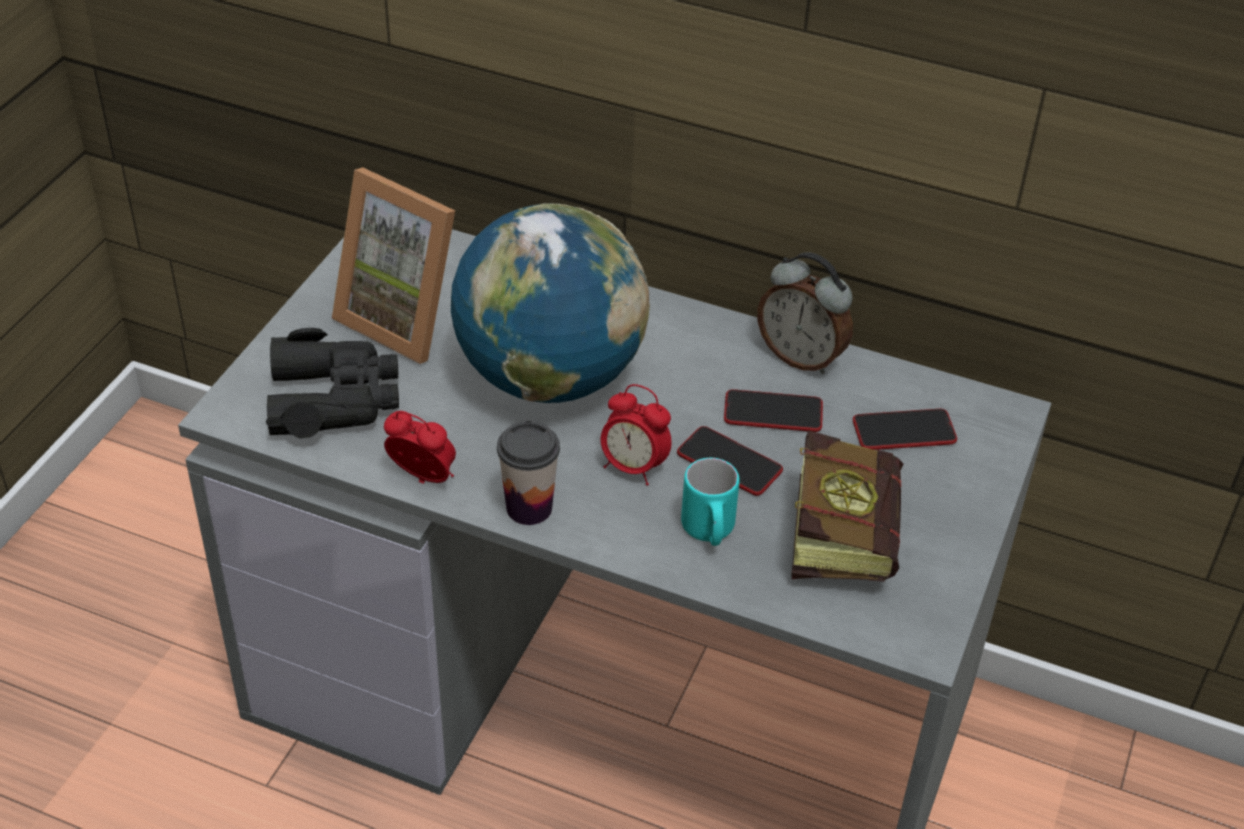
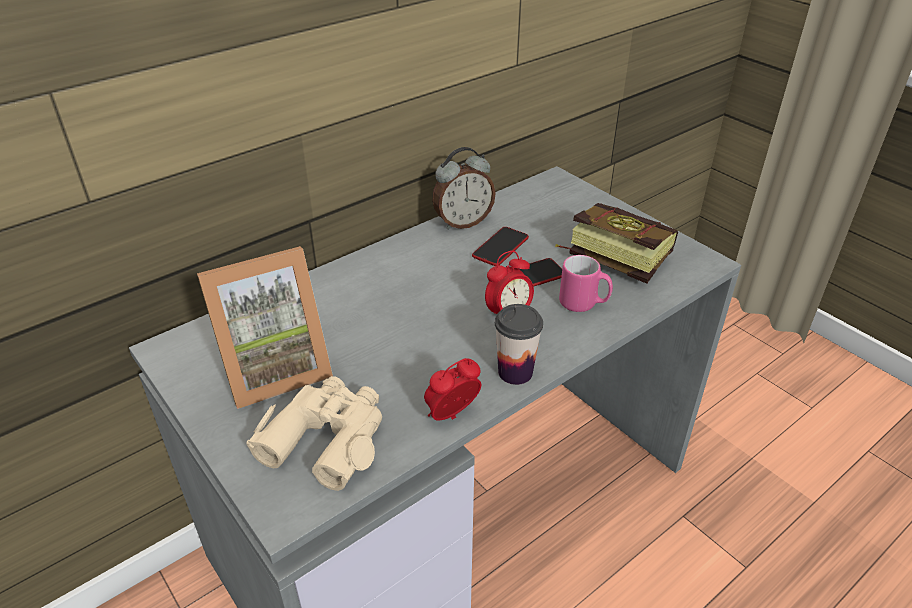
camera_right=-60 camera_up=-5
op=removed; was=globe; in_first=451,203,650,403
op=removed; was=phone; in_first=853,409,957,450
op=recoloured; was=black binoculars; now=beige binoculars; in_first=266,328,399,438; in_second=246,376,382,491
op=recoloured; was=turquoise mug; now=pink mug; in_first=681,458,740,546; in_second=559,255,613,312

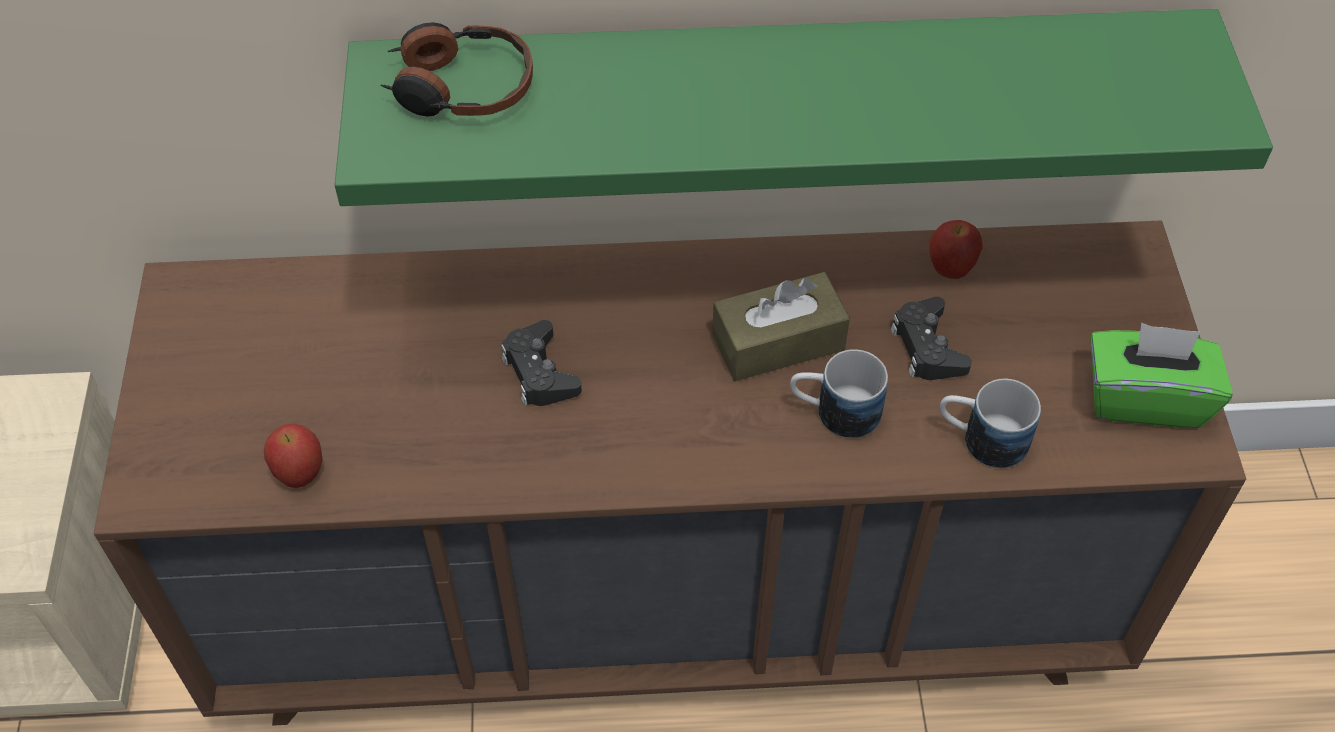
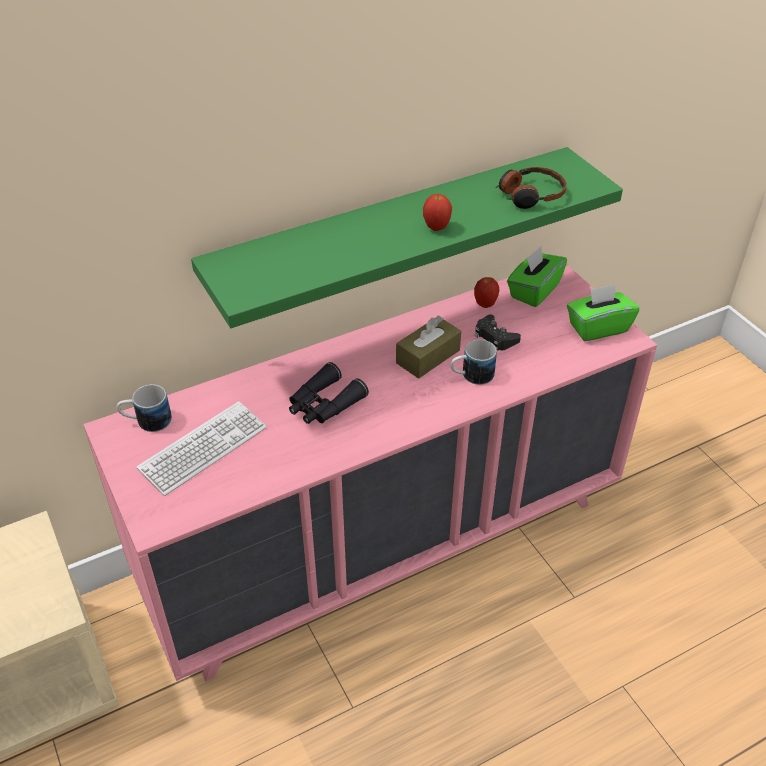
camera_right=-25 camera_up=-10
op=added; now=keyboard; in_second=137,401,267,496
op=added; now=green tissue box; in_second=507,246,567,307
op=moved; was=apple; in_first=264,423,323,488; in_second=423,194,452,231
op=moved; was=headphones; in_first=381,22,533,117; in_second=495,167,567,209
op=moved; was=mug; in_first=940,378,1041,468; in_second=117,384,172,432
op=replaced; was=black game controller; now=black binoculars; in_first=501,320,582,406; in_second=289,362,369,424
op=recoloured; was=brown dresser; now=pink dresser; in_first=94,221,1246,726; in_second=84,264,657,681

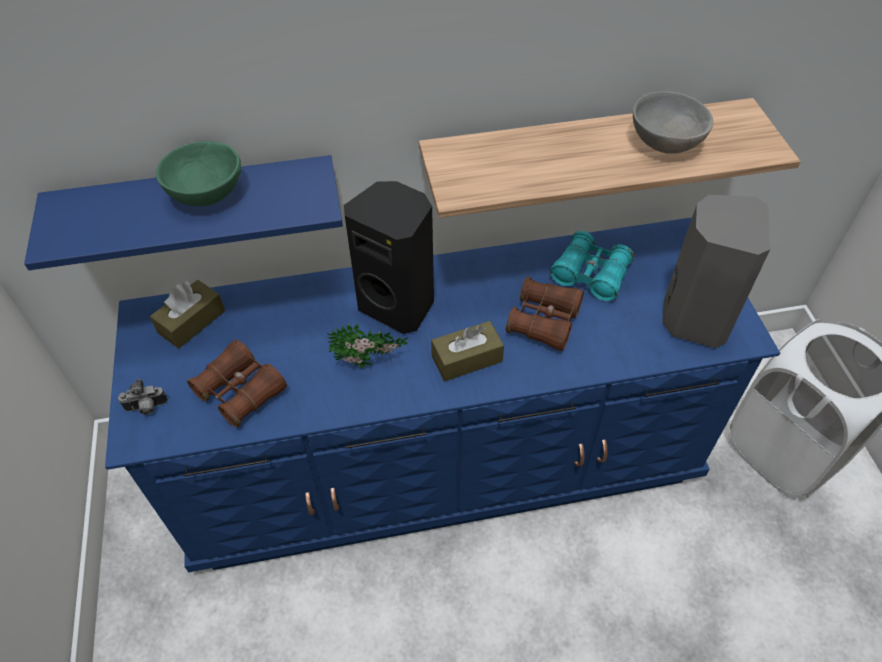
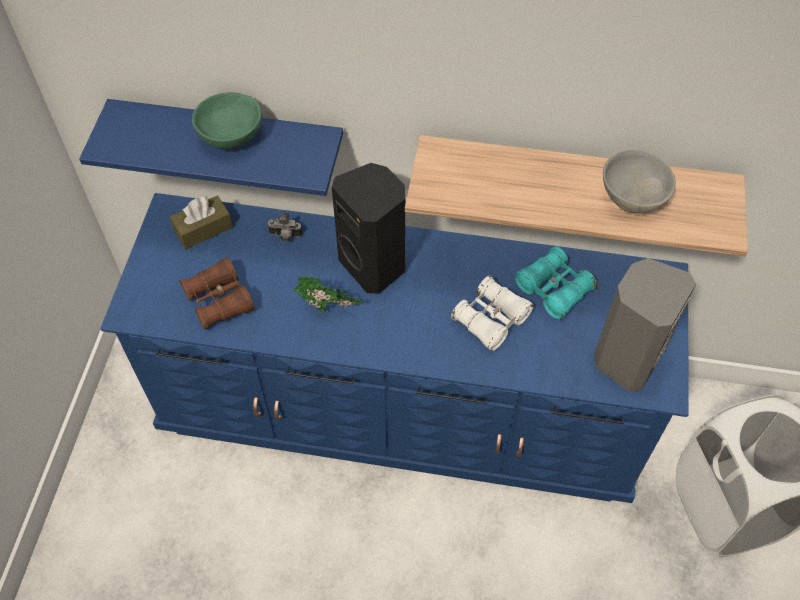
camera_right=20 camera_up=5
op=removed; was=brown tissue box; in_first=431,321,504,381
op=moved; was=photo camera; in_first=118,379,168,415; in_second=267,212,302,242
op=recoloured; was=brown binoculars; now=white binoculars; in_first=506,277,584,351; in_second=451,275,534,351

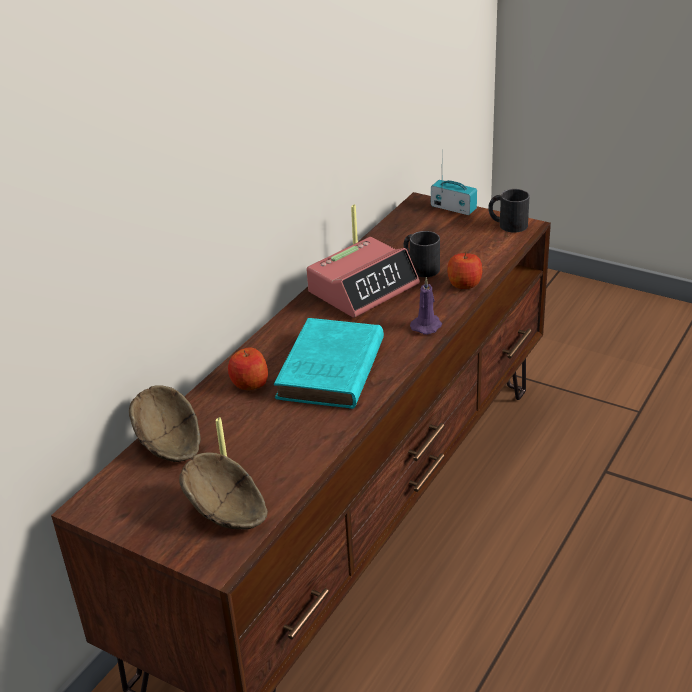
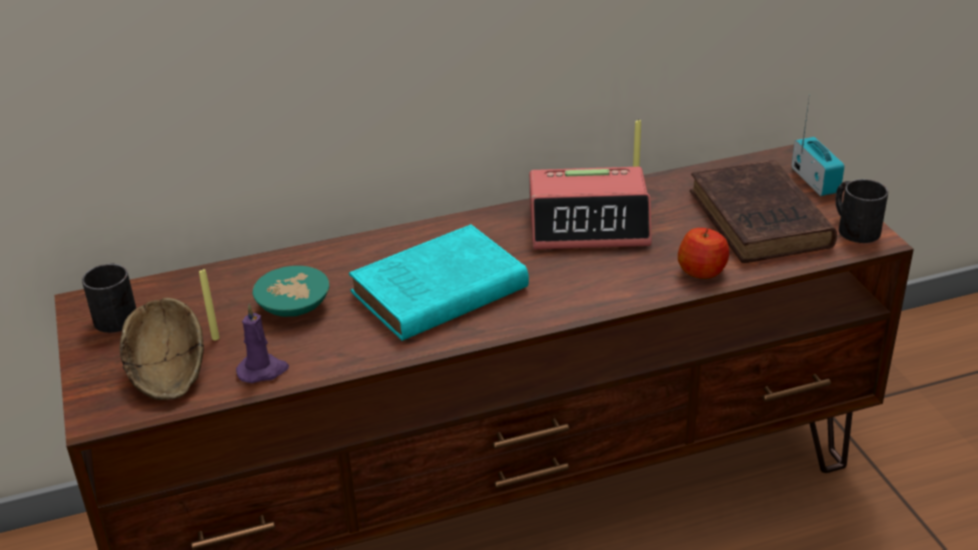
camera_right=40 camera_up=0
op=removed; was=brown bowl; in_first=129,385,201,462
op=removed; was=apple; in_first=228,347,268,390
op=added; now=turquoise bowl; in_second=253,266,329,317
op=added; now=brown book; in_second=690,160,837,263
op=moved; was=black mug; in_first=404,231,440,277; in_second=82,263,136,333
op=moved; was=purple candle; in_first=410,277,442,335; in_second=236,304,289,383

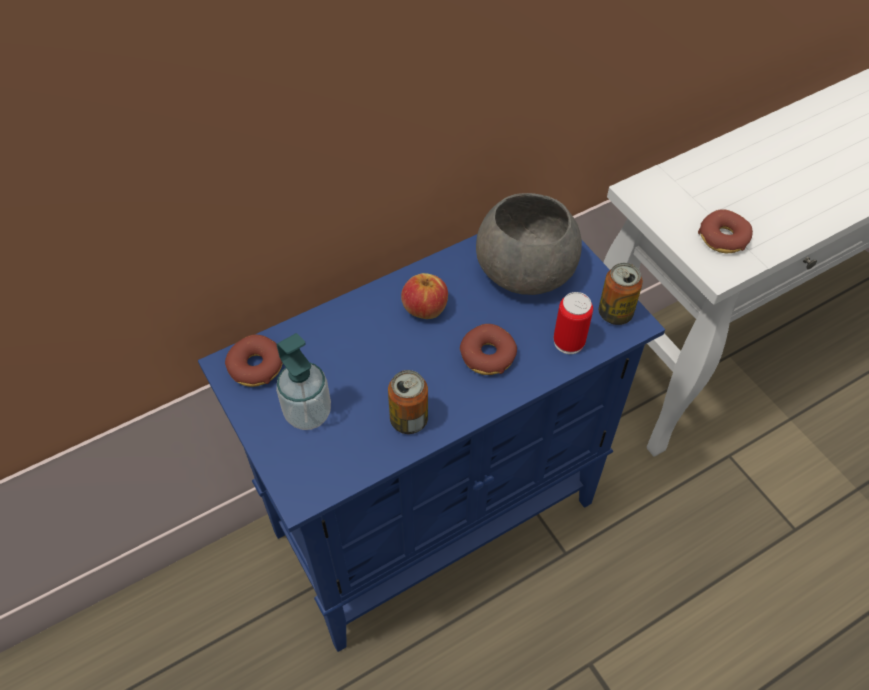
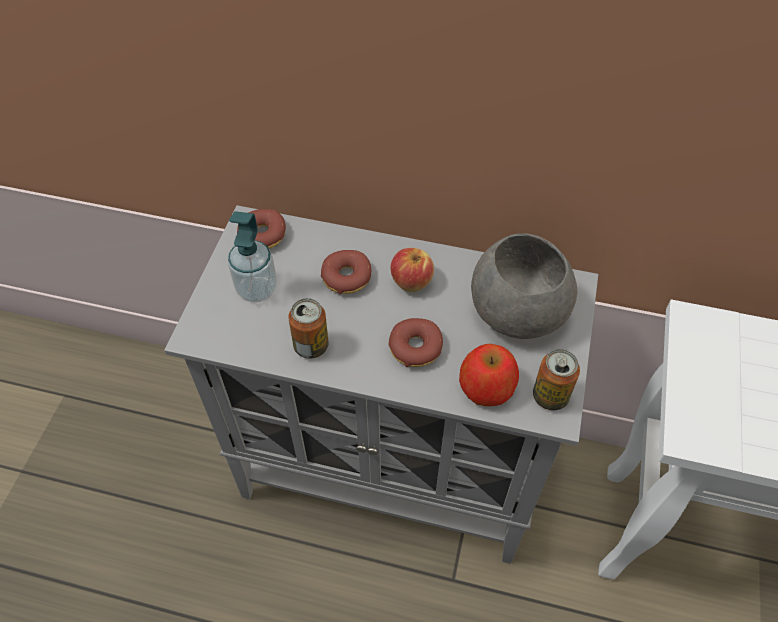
camera_right=45 camera_up=0
op=moved; was=donut; in_first=698,209,753,254; in_second=321,250,371,294
op=replaced; was=can; now=apple; in_first=553,292,593,354; in_second=459,344,519,406
op=recoloured; was=blue cabinet; now=grey cabinet; in_first=198,234,665,652; in_second=164,205,598,564

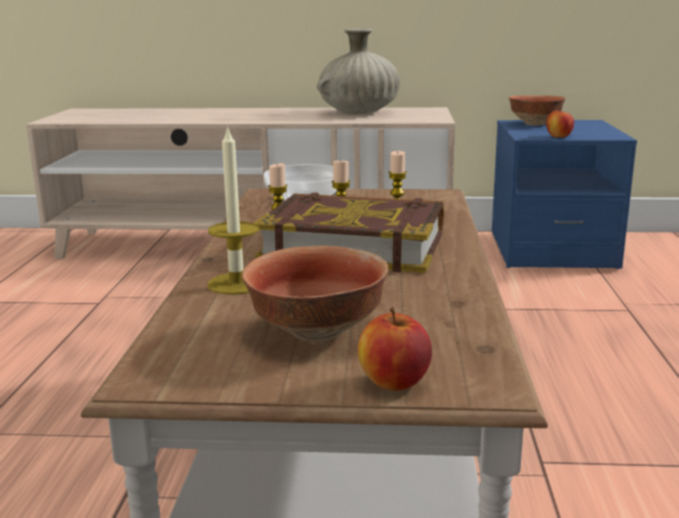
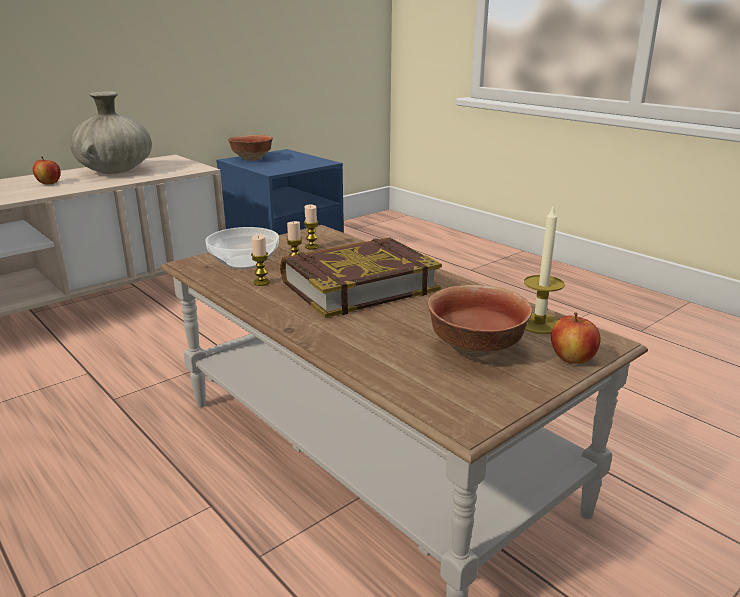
camera_right=-45 camera_up=5
op=moved; was=candle; in_first=207,125,259,295; in_second=524,204,565,334
op=moved; was=apple; in_first=546,107,574,138; in_second=33,156,61,185

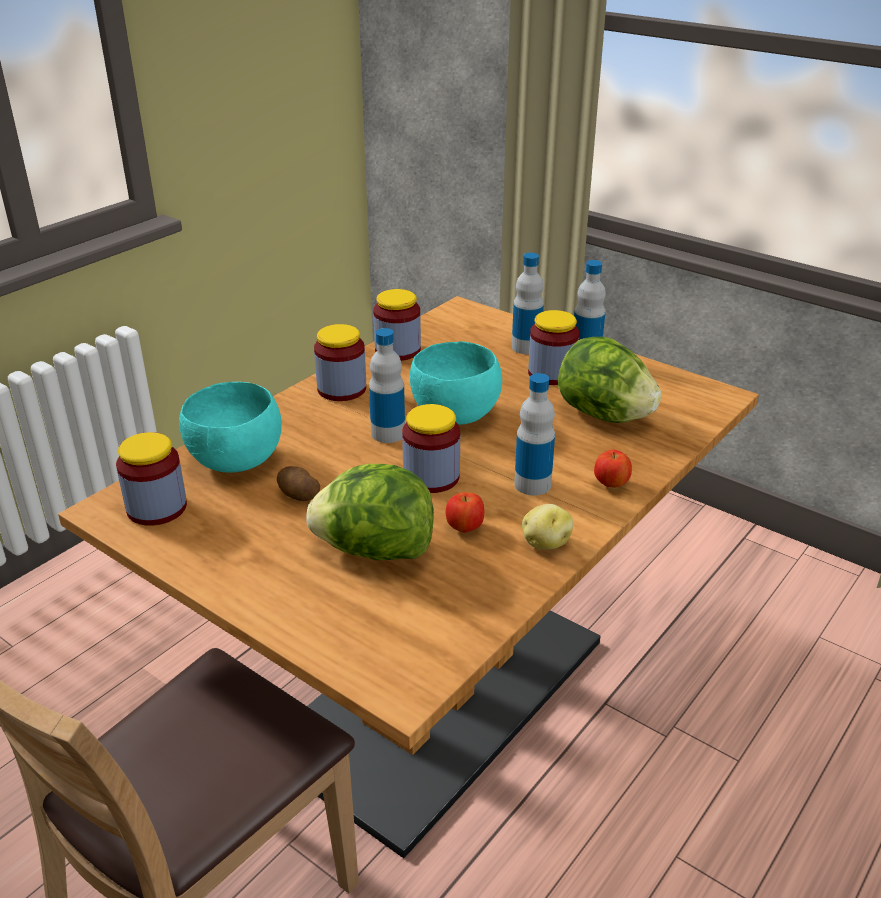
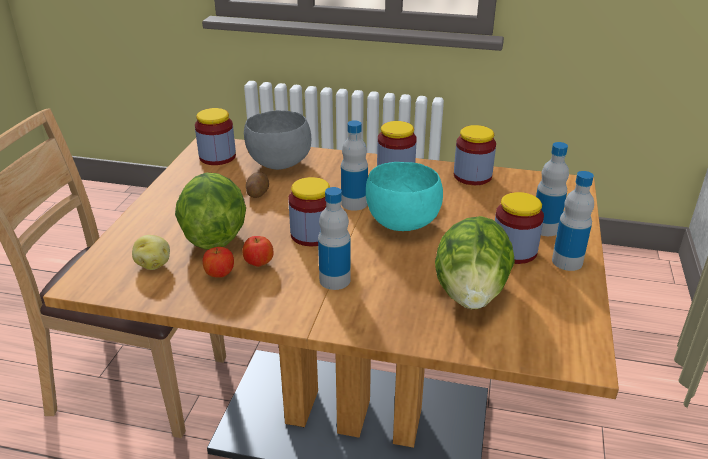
camera_right=65 camera_up=0
op=moved; was=potato; in_first=522,504,573,549; in_second=132,235,170,270
op=moved; was=apple; in_first=594,450,632,488; in_second=203,247,234,278
op=recoloured; was=turquoise bowl; now=grey bowl; in_first=179,382,282,473; in_second=244,110,311,170

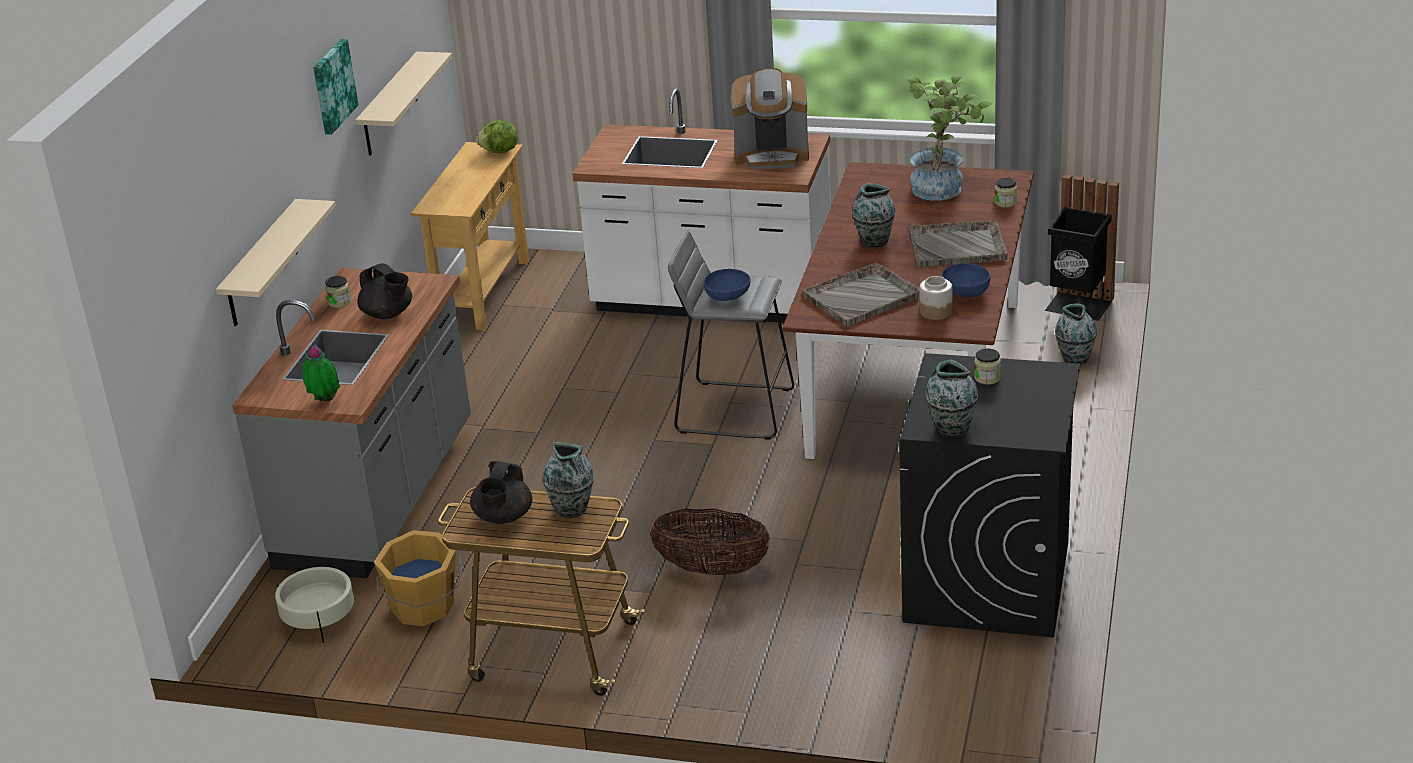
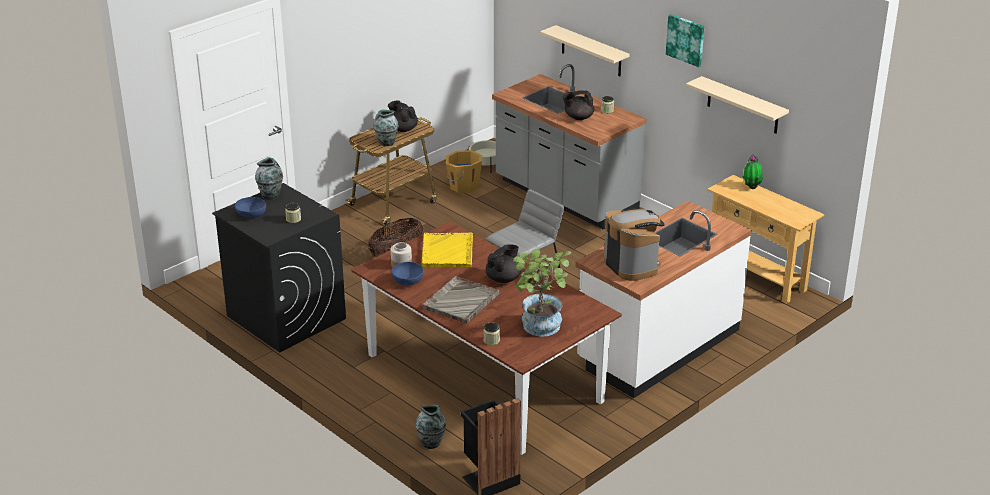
camera_right=120 camera_up=0
op=removed; was=lettuce; in_first=476,120,517,154
op=moved; was=potted plant; in_first=302,343,340,401; in_second=743,155,763,189
op=moved; was=blue bowl; in_first=704,269,751,301; in_second=235,197,266,218
op=replaced; was=vase; now=black teapot; in_first=852,183,895,247; in_second=485,244,521,283
op=recoloured; was=grey tray; now=yellow tray; in_first=802,262,920,326; in_second=422,233,473,267
op=turned; was=coffee machine; in_first=731,68,809,170; in_second=604,209,665,281; clockwise=120

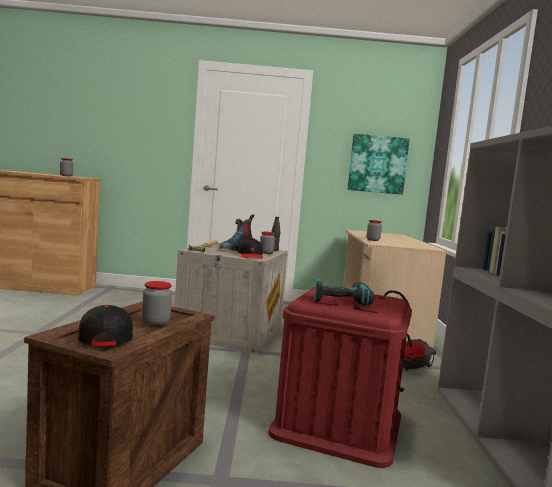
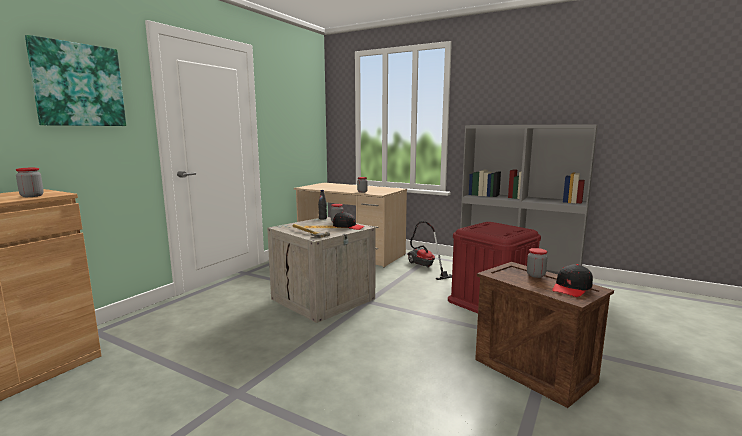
camera_right=-60 camera_up=5
op=removed; was=boot; in_first=219,214,254,251
op=removed; was=power drill; in_first=312,278,374,306
op=moved; was=picture; in_first=348,134,410,195; in_second=25,35,126,126
op=turned; was=black cap; in_first=78,305,133,346; in_second=552,264,593,297; clockwise=-60

